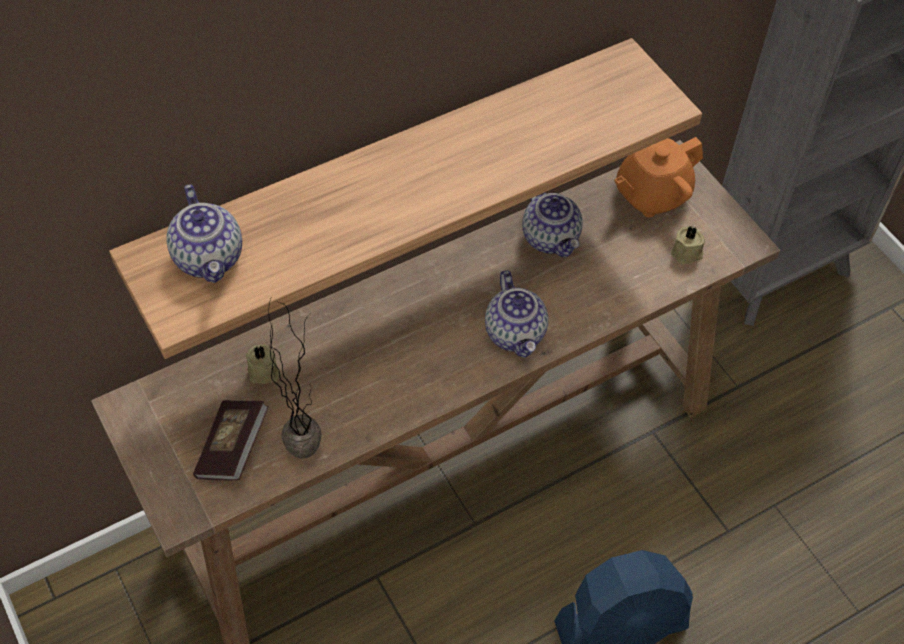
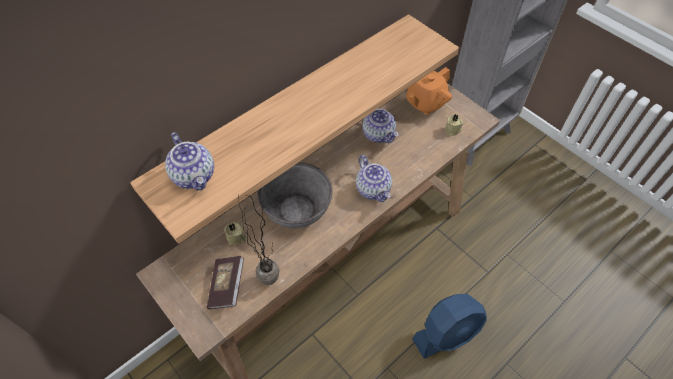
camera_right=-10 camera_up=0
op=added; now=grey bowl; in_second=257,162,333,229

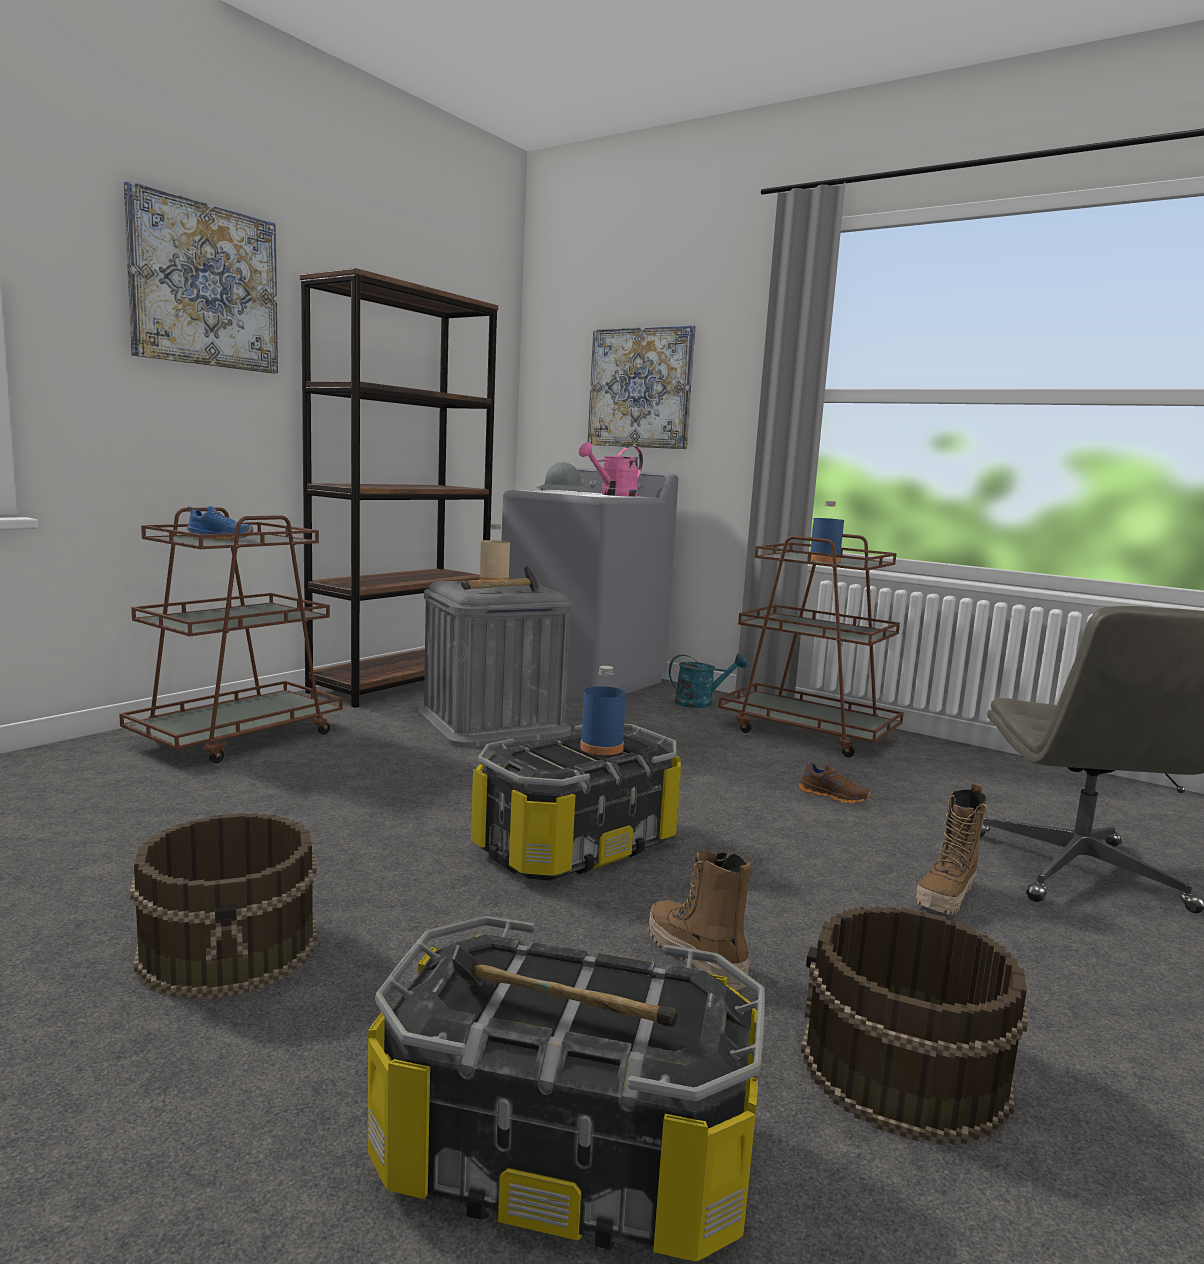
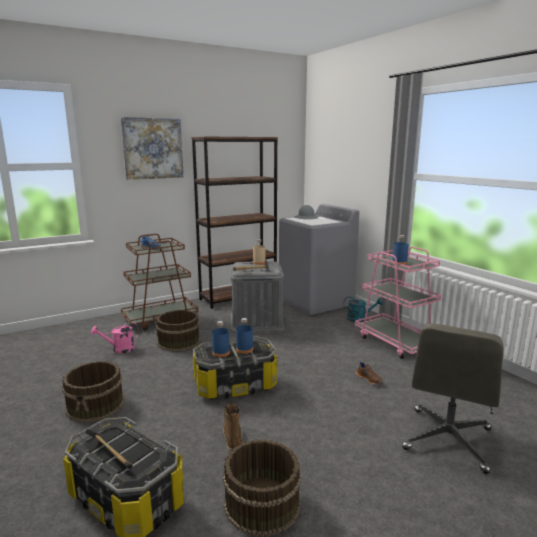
camera_right=25 camera_up=5
op=removed; was=picture; in_first=588,325,696,449
op=removed; was=boot; in_first=915,783,987,915
op=added; now=brown bucket; in_second=155,310,200,351
op=added; now=blue bottle; in_second=212,321,230,357
op=moved; was=pink watering can; in_first=579,442,643,497; in_second=91,322,139,353
op=recoloured; was=brown cart; now=pink cart; in_first=718,534,904,758; in_second=355,246,441,359

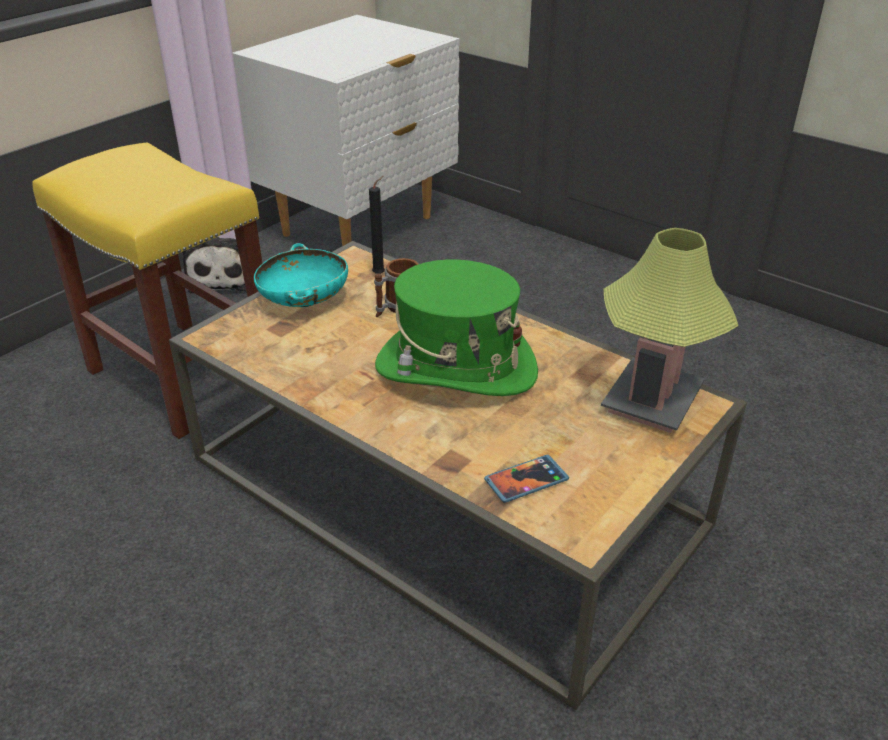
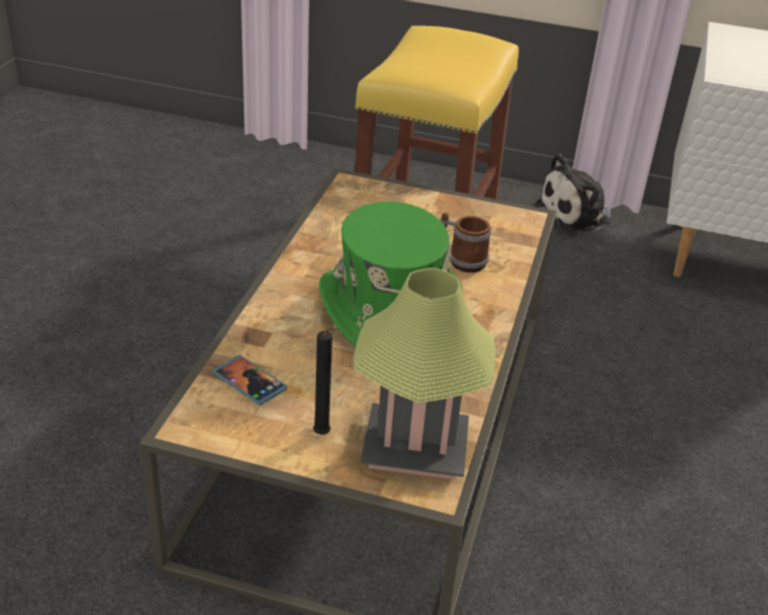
camera_right=65 camera_up=0
op=removed; was=turquoise bowl; in_first=254,243,348,307
op=moved; was=black candle; in_first=369,176,385,274; in_second=313,328,338,435

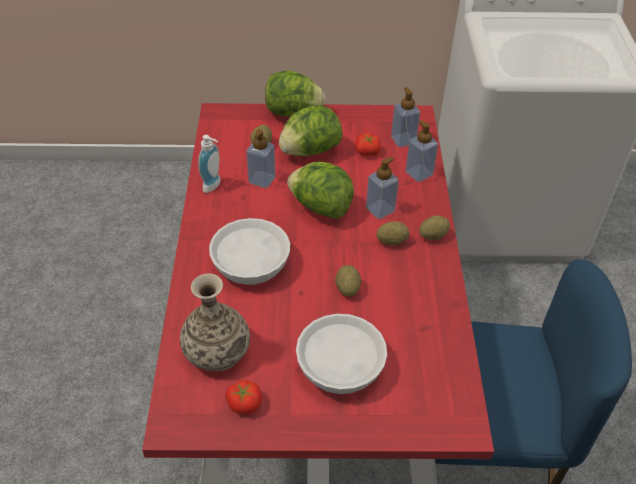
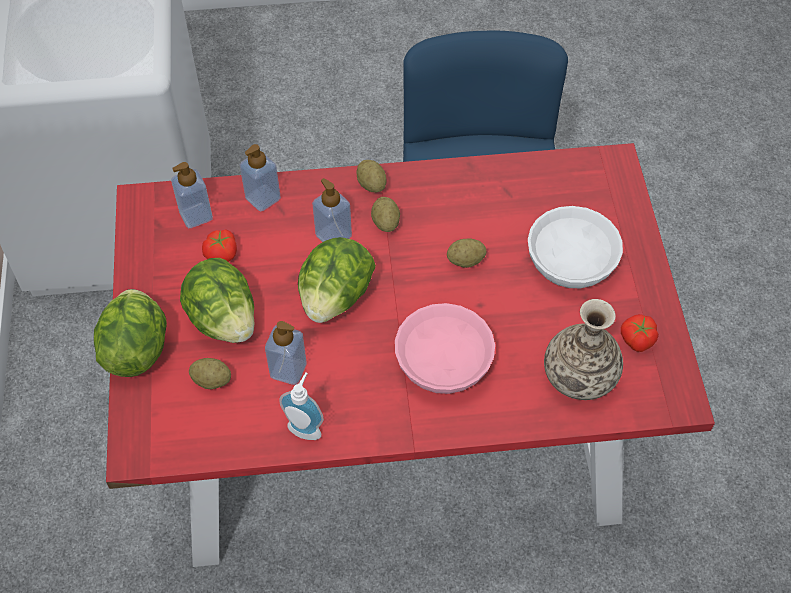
camera_right=-95 camera_up=10
op=recoloured; was=white bowl; now=pink bowl; in_first=209,218,290,285; in_second=395,303,495,394

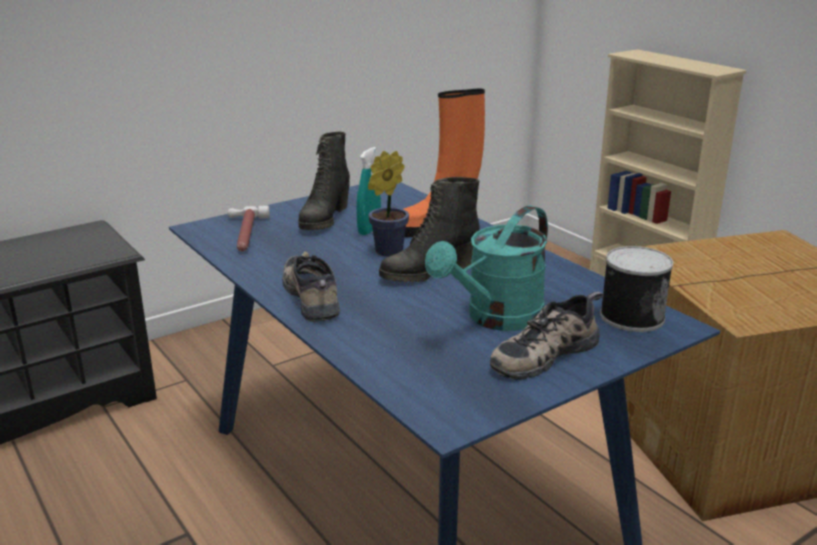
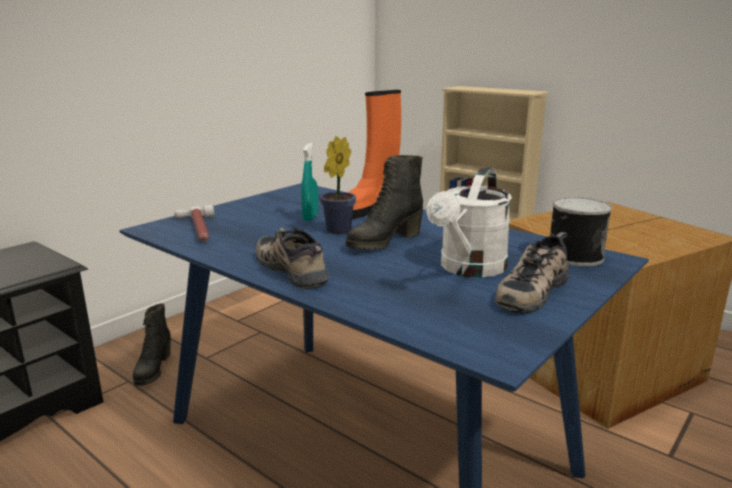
camera_right=-15 camera_up=-5
op=moved; was=black boot; in_first=298,132,350,230; in_second=133,304,171,386
op=recoloured; was=turquoise watering can; now=white watering can; in_first=425,205,548,331; in_second=427,167,512,277

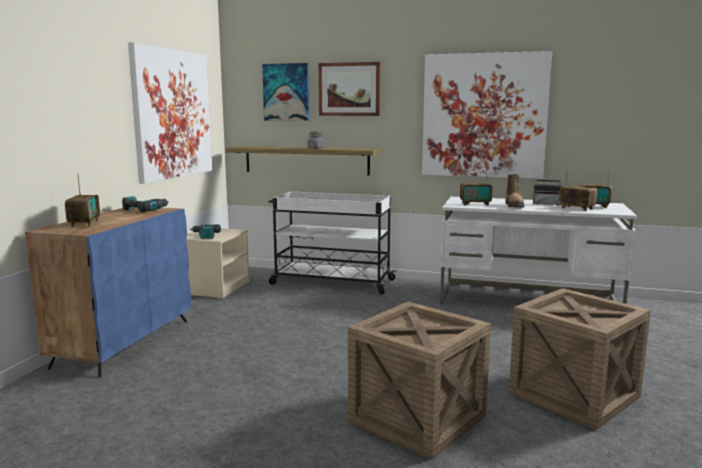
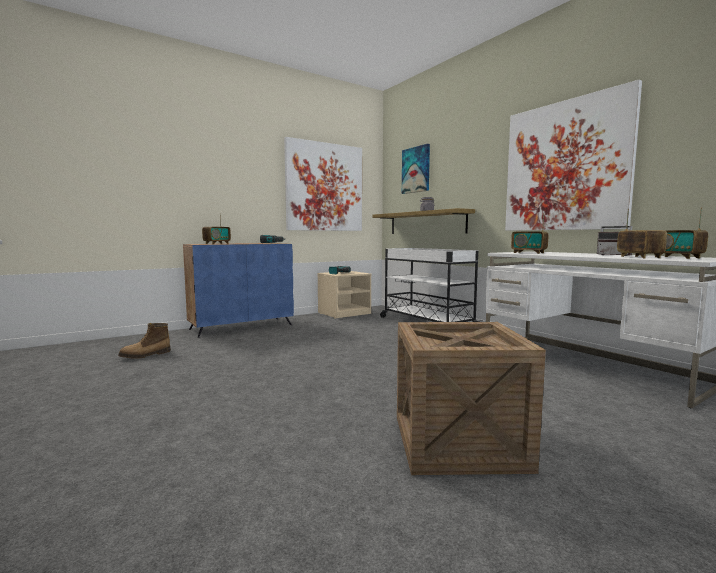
camera_right=40 camera_up=-5
op=removed; was=picture; in_first=318,62,381,116
op=removed; was=crate; in_first=348,302,491,460
op=moved; was=boot; in_first=505,174,524,207; in_second=118,323,171,359

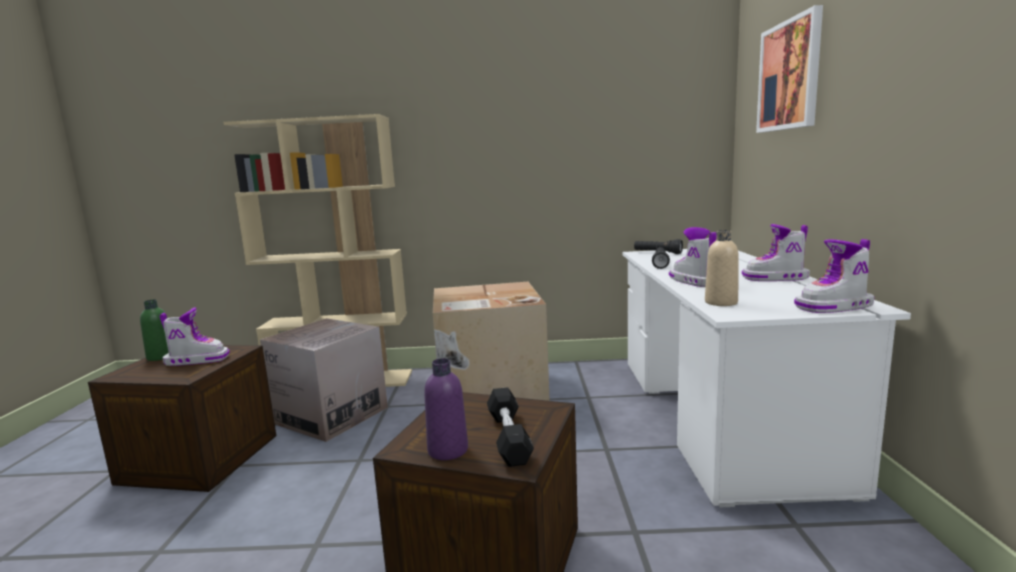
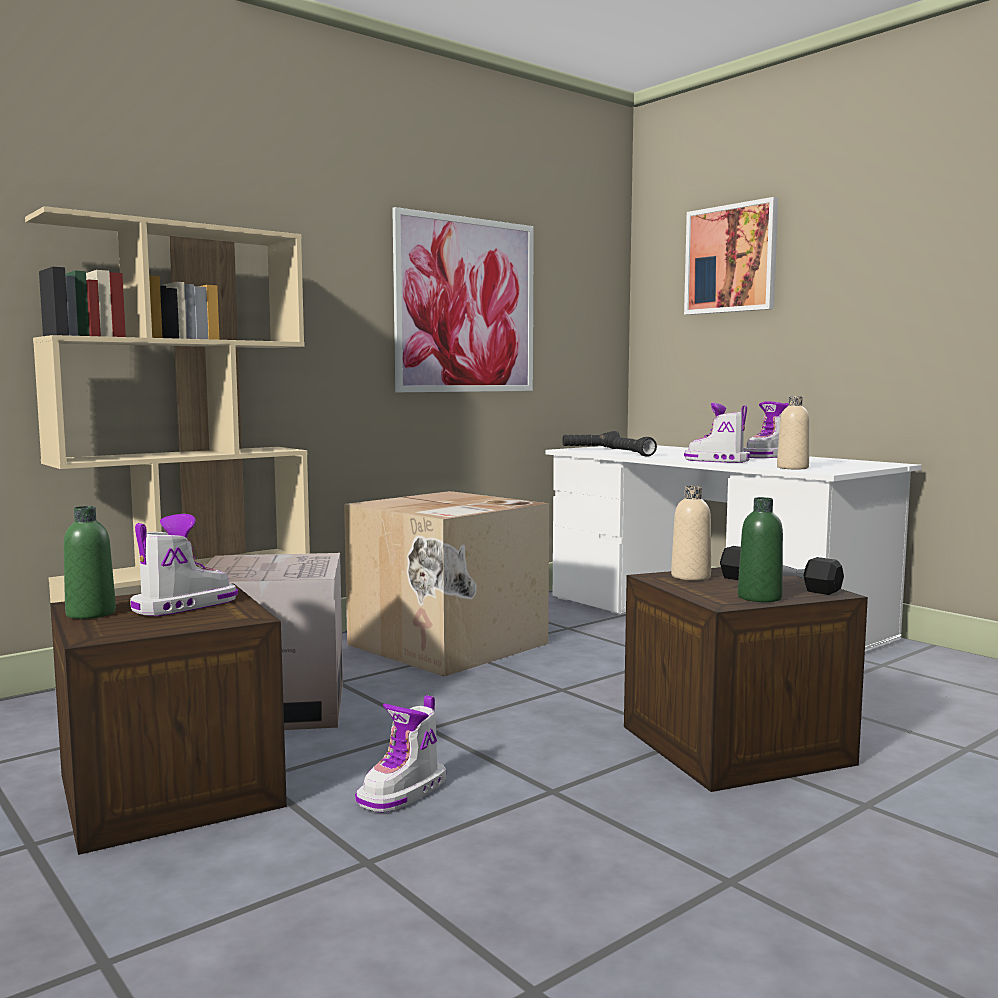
camera_right=-40 camera_up=-5
op=added; now=picture; in_second=392,207,534,392
op=added; now=beige bottle; in_second=671,486,711,581
op=moved; was=boot; in_first=794,239,874,313; in_second=355,695,446,813
op=recoloured; was=purple bottle; now=green bottle; in_first=424,358,468,460; in_second=738,497,783,602

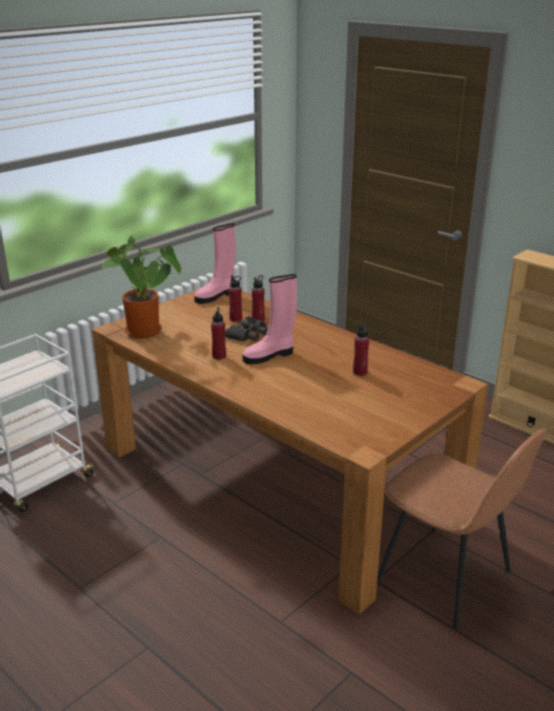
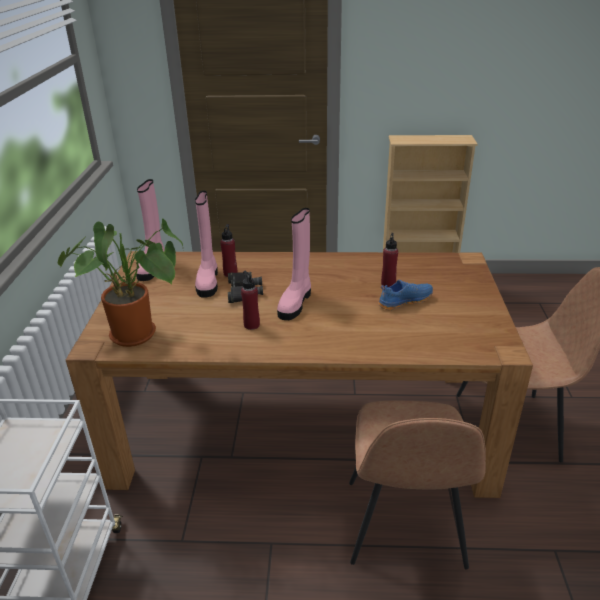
camera_right=-40 camera_up=5
op=added; now=brown chair; in_second=349,401,486,570
op=added; now=blue shoe; in_second=378,280,433,310
op=replaced; was=red bottle; now=pink boot; in_first=229,275,242,322; in_second=195,191,218,298

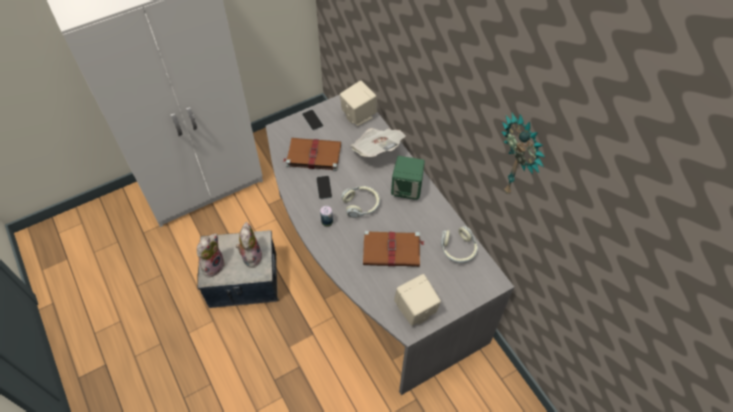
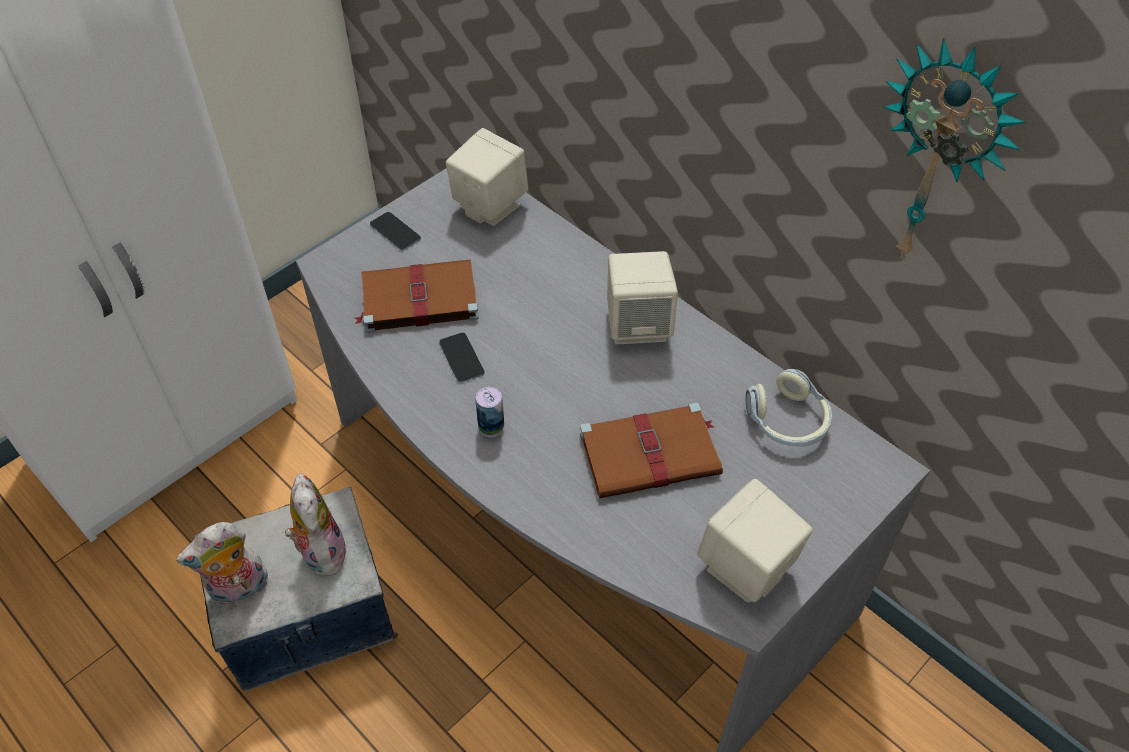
camera_right=-15 camera_up=-5
op=removed; was=headphones; in_first=341,186,380,218
op=removed; was=newspaper; in_first=350,128,406,157
op=recoloured; was=green speaker; now=beige speaker; in_first=391,156,425,200; in_second=607,251,678,344
op=turned; was=plush toy; in_first=197,234,225,278; in_second=176,522,268,607; clockwise=-135

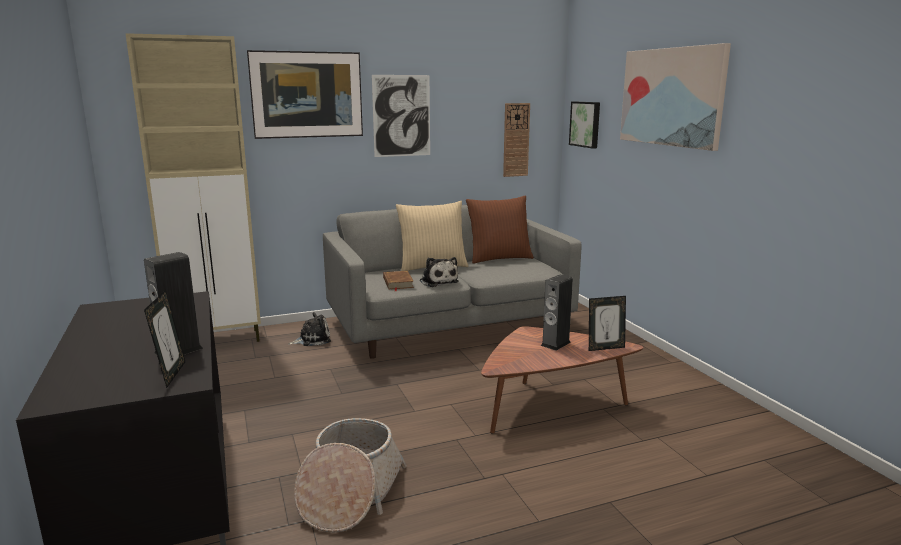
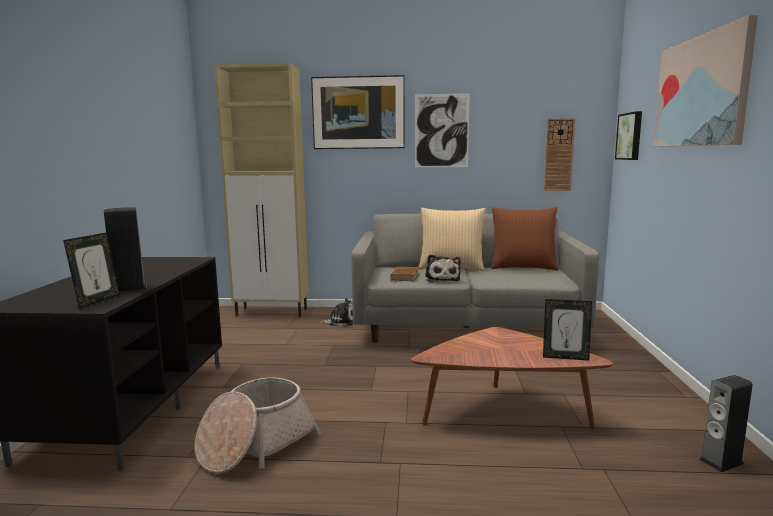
camera_right=25 camera_up=-5
op=moved; was=speaker; in_first=541,274,573,351; in_second=699,375,753,473

